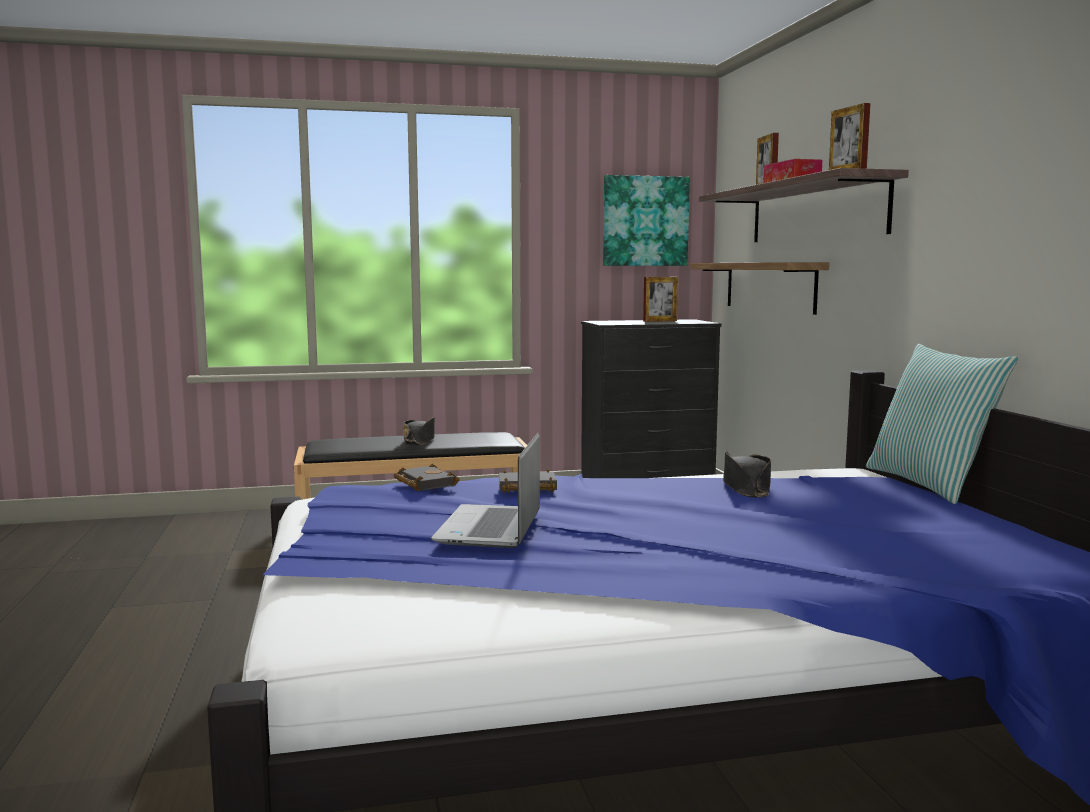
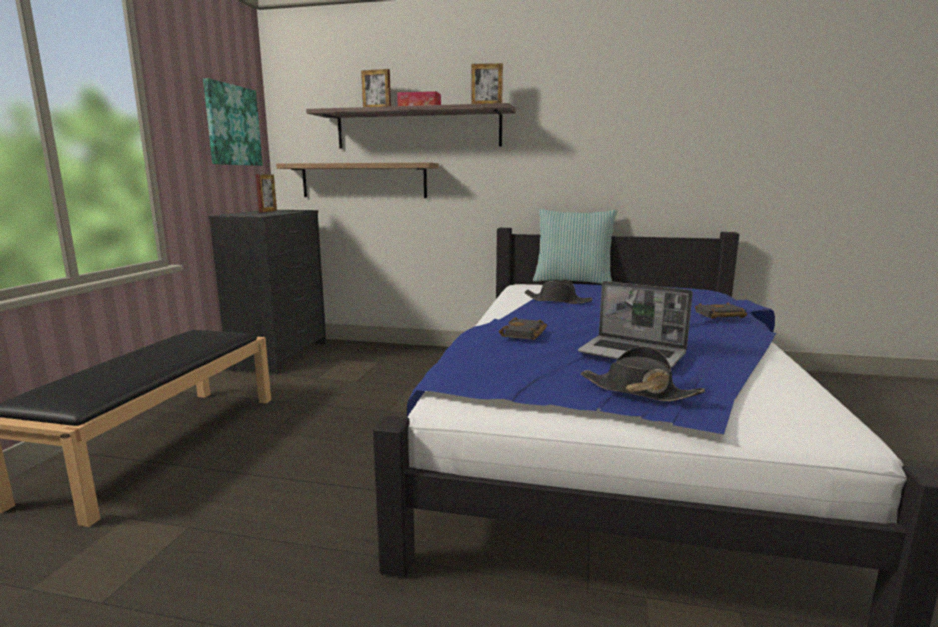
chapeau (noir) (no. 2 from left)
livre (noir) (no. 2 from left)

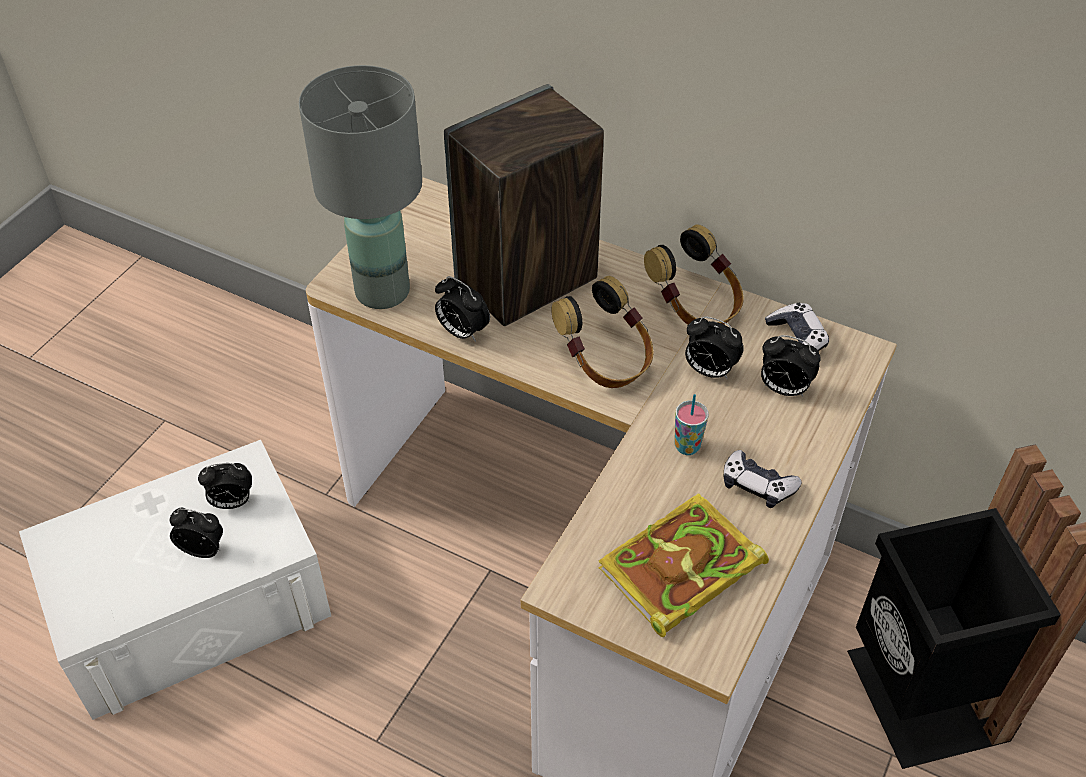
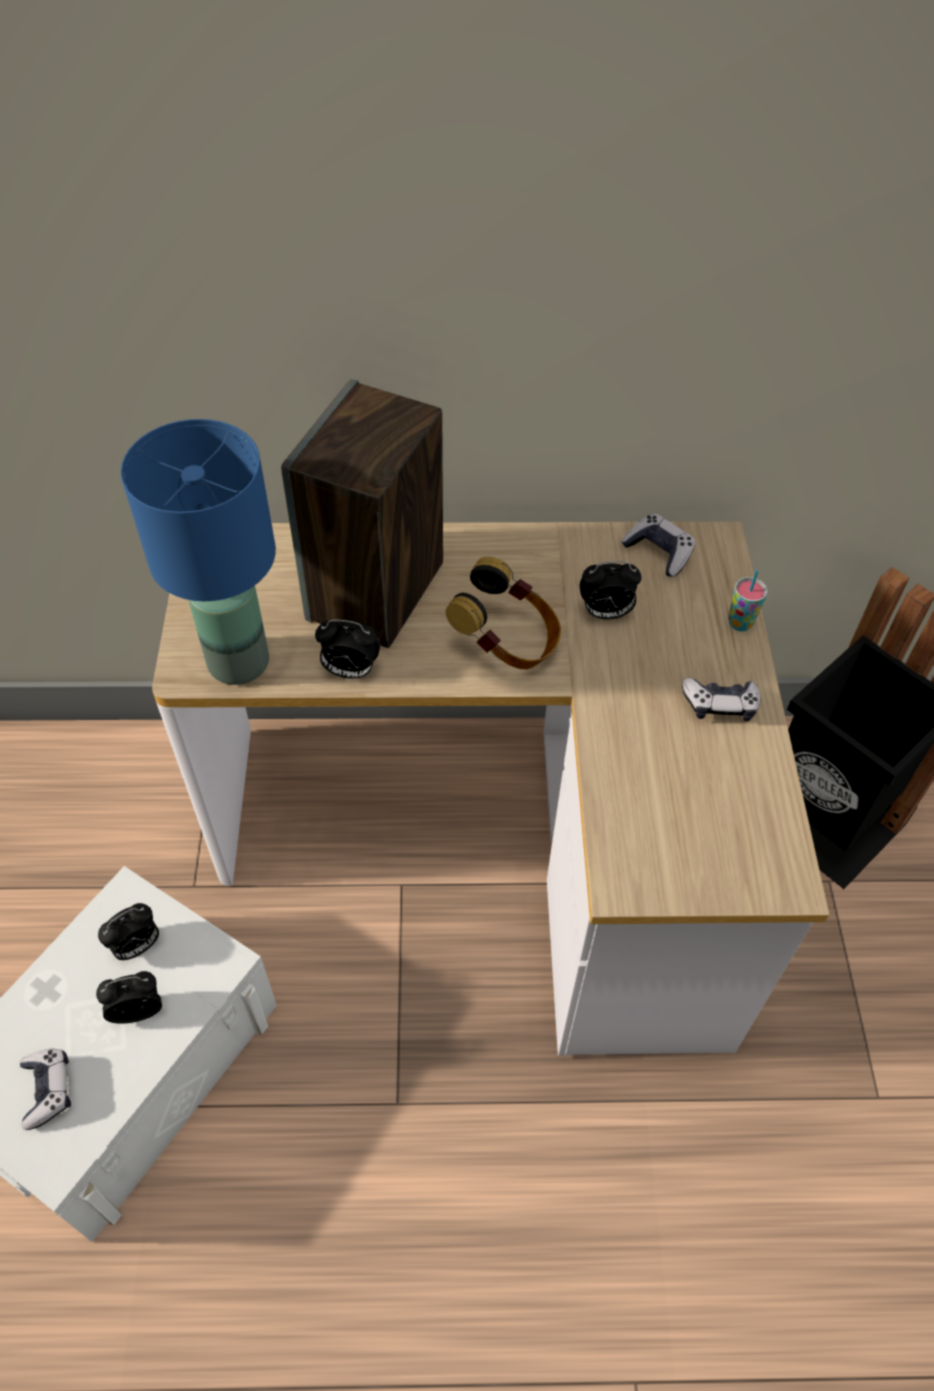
manette (no. 1 from left)
lampe de table (bleu)
tasse
livre
casque audio (no. 2 from left in the first image)
réveil (no. 5 from left in the first image)

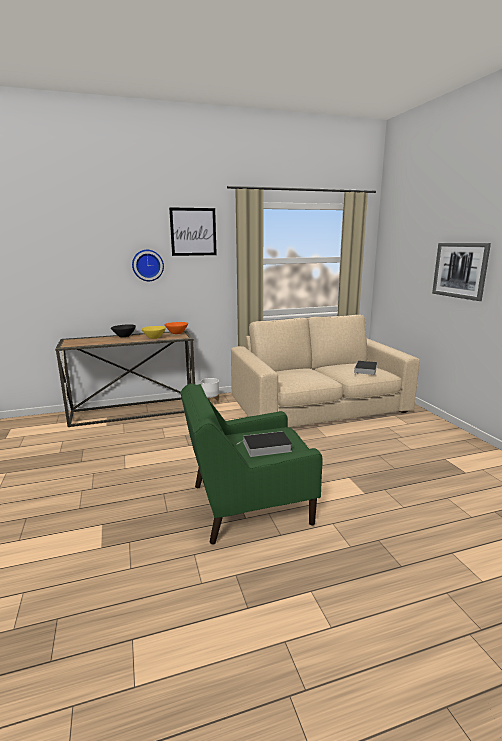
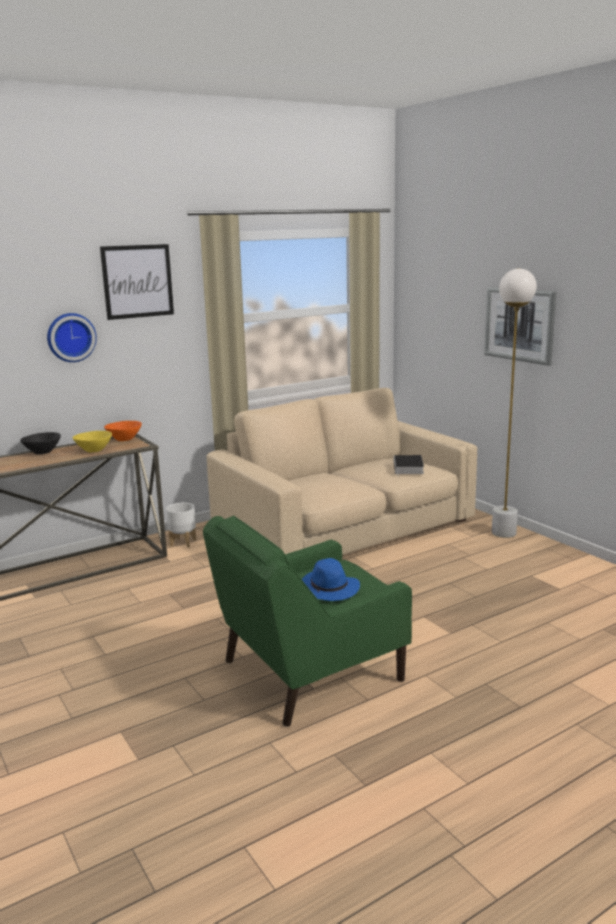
chapeau (bleu)
lampadaire (blanc)

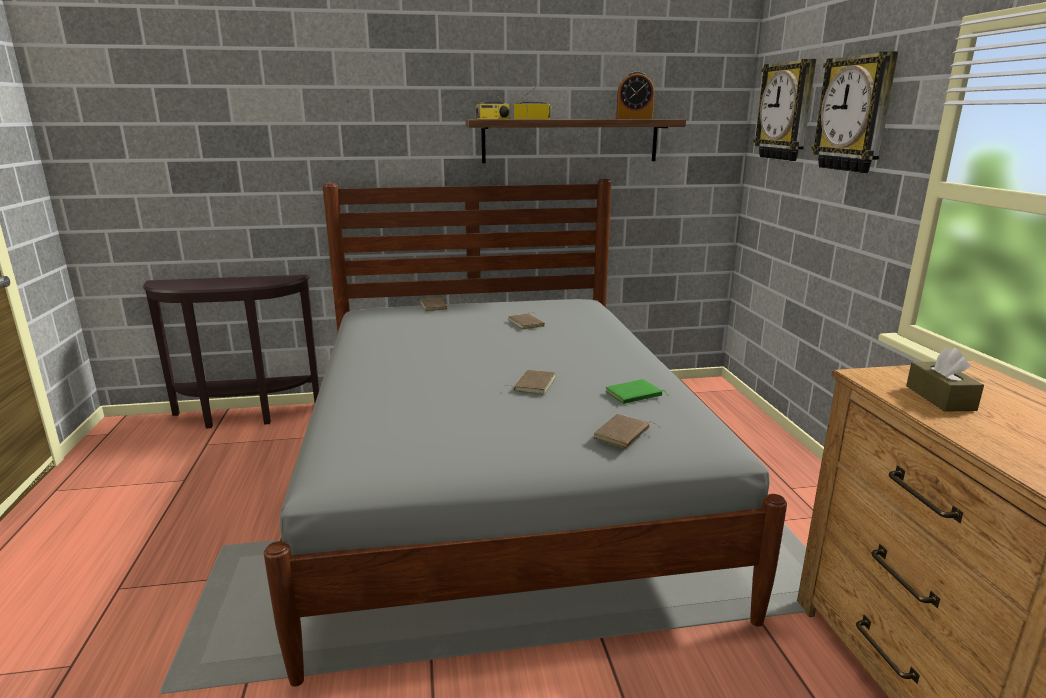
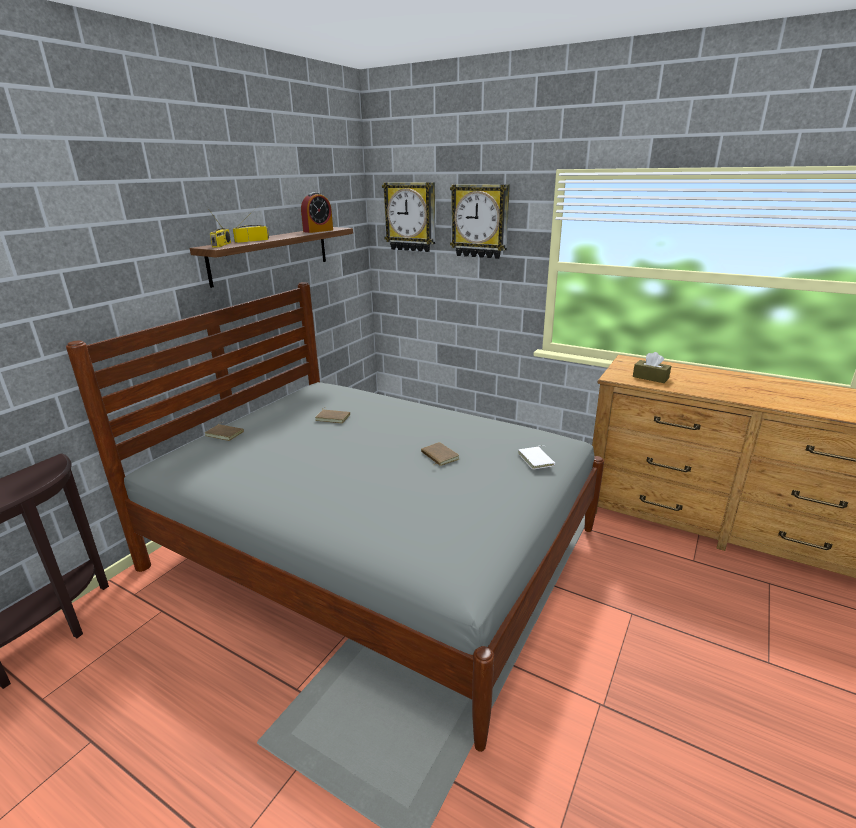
livre (blanc)
livre (vert)

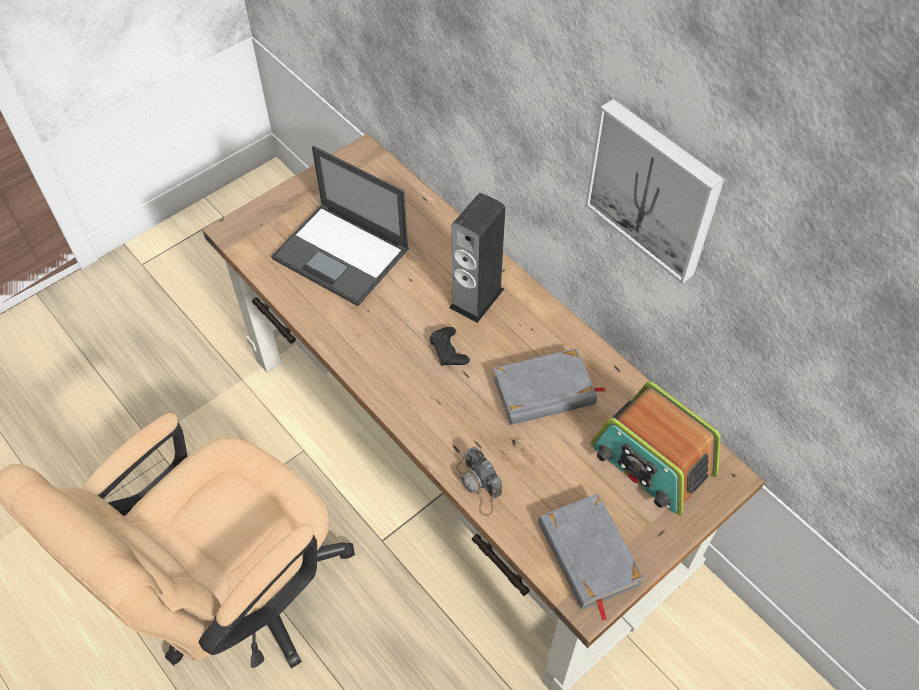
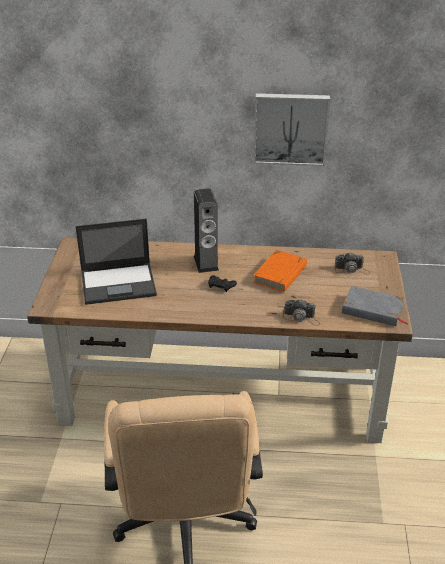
livre (orange)
appareil photo (no. 2 from left)

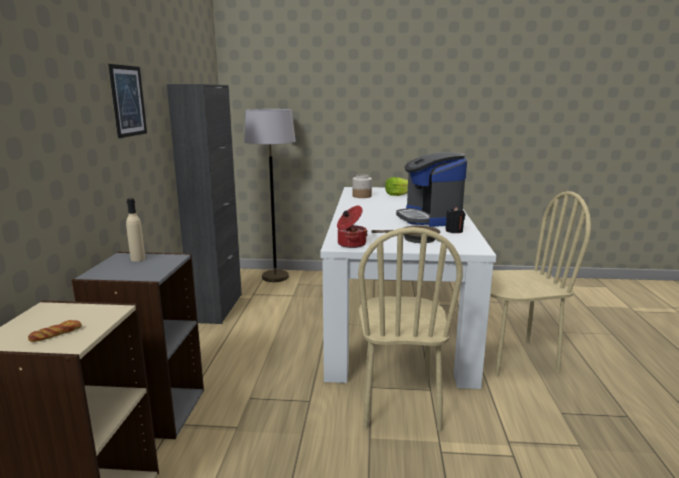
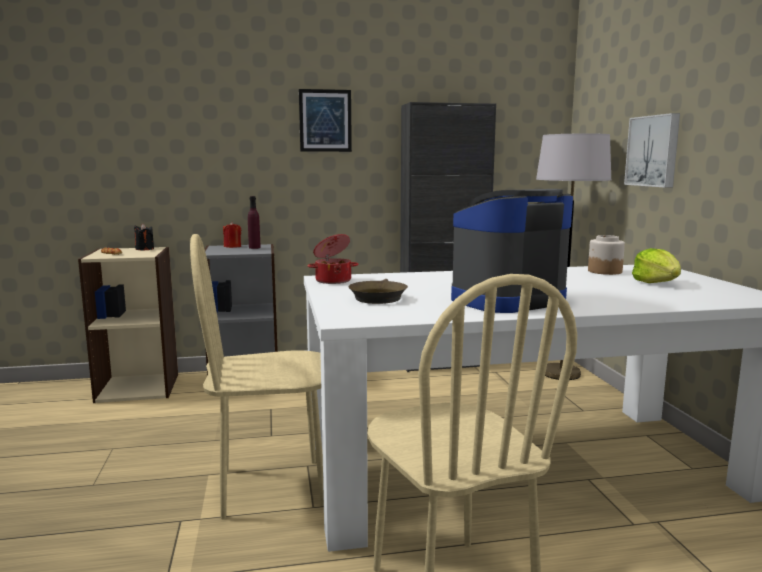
bougie (noir)
bougie (rouge)
bouteille (violet)
tableau (no. 2 from left)

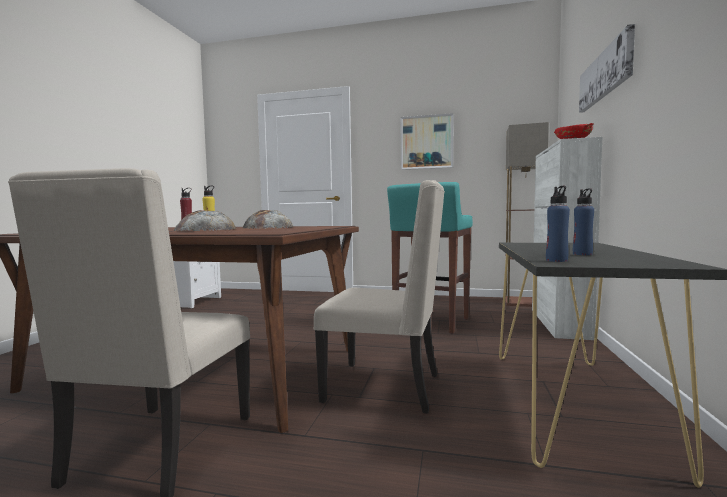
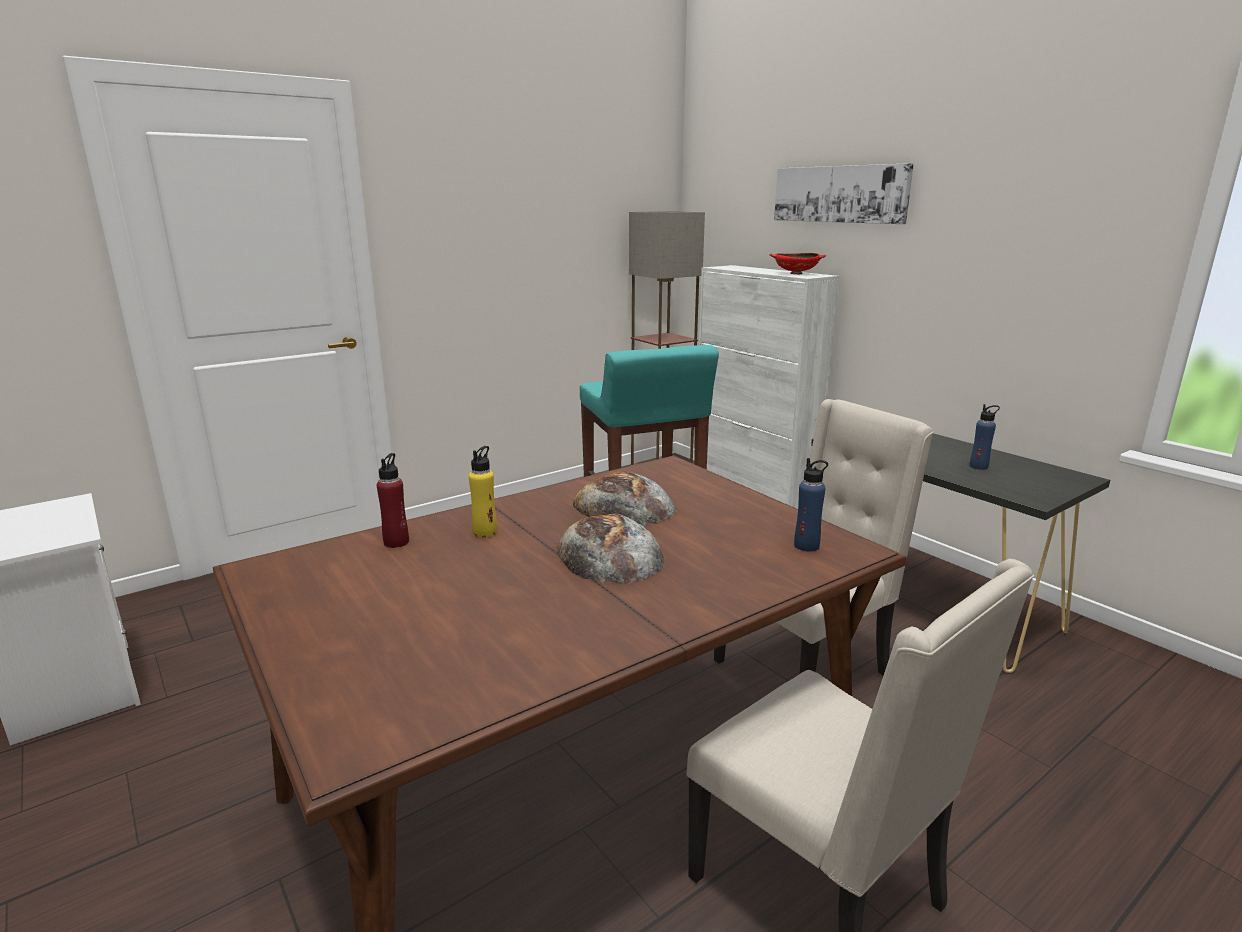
bouteille (bleu) (no. 1 from left)
tableau (no. 1 from left in the first image)

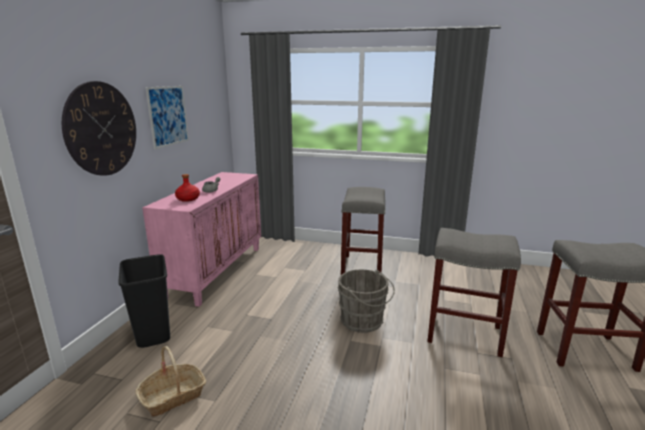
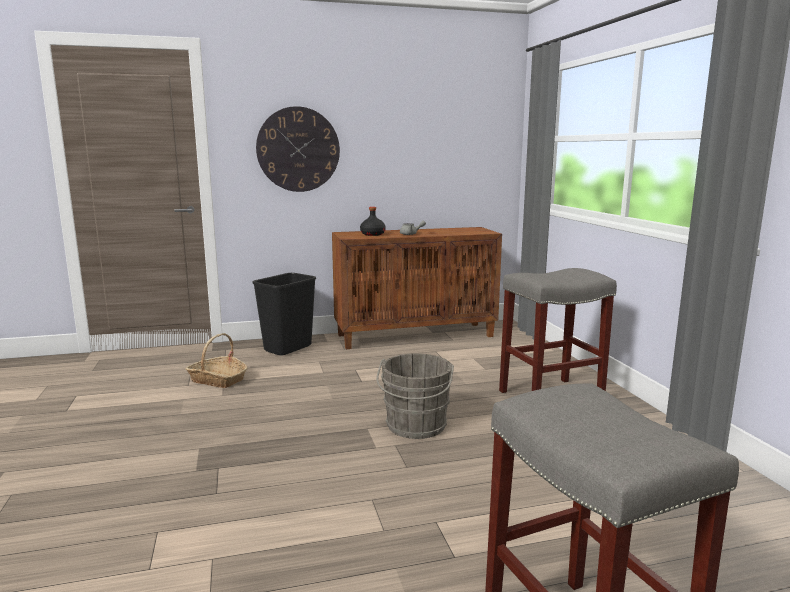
meuble de rangement (marron)
bouteille (noir)
tableau
tabouret (gris) (no. 2 from left in the first image)

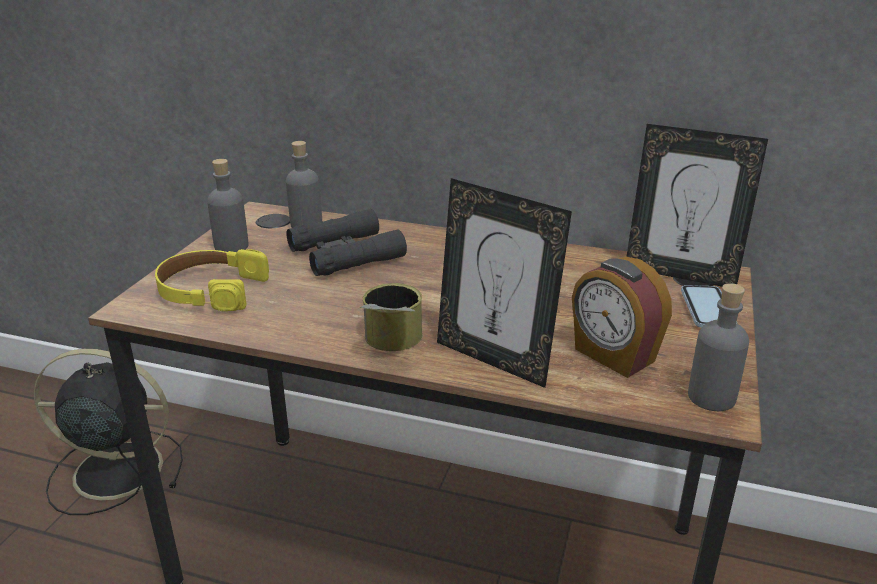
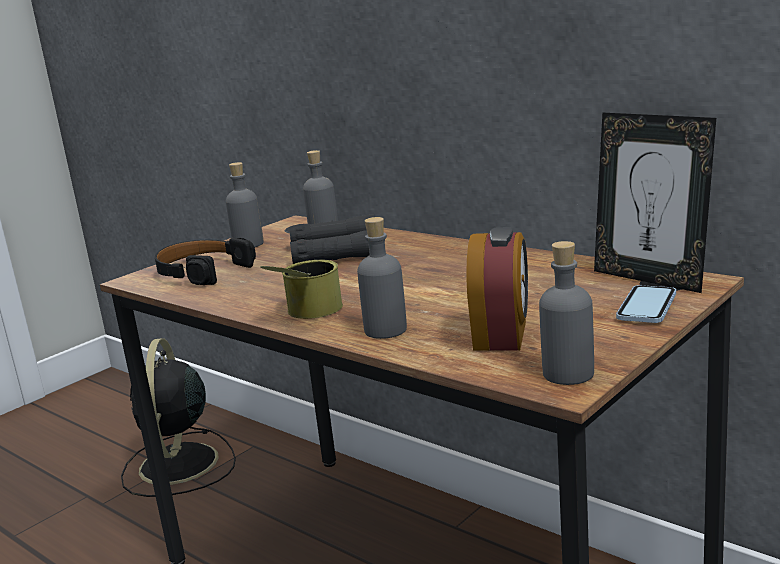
ventilateur (noir)
casque audio (noir)
bouteille (gris) (no. 3 from left)
réveil

